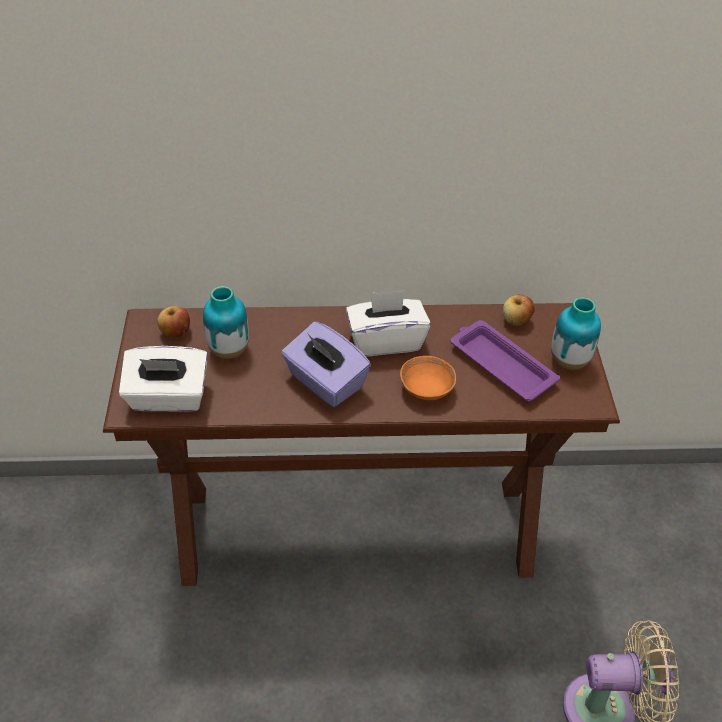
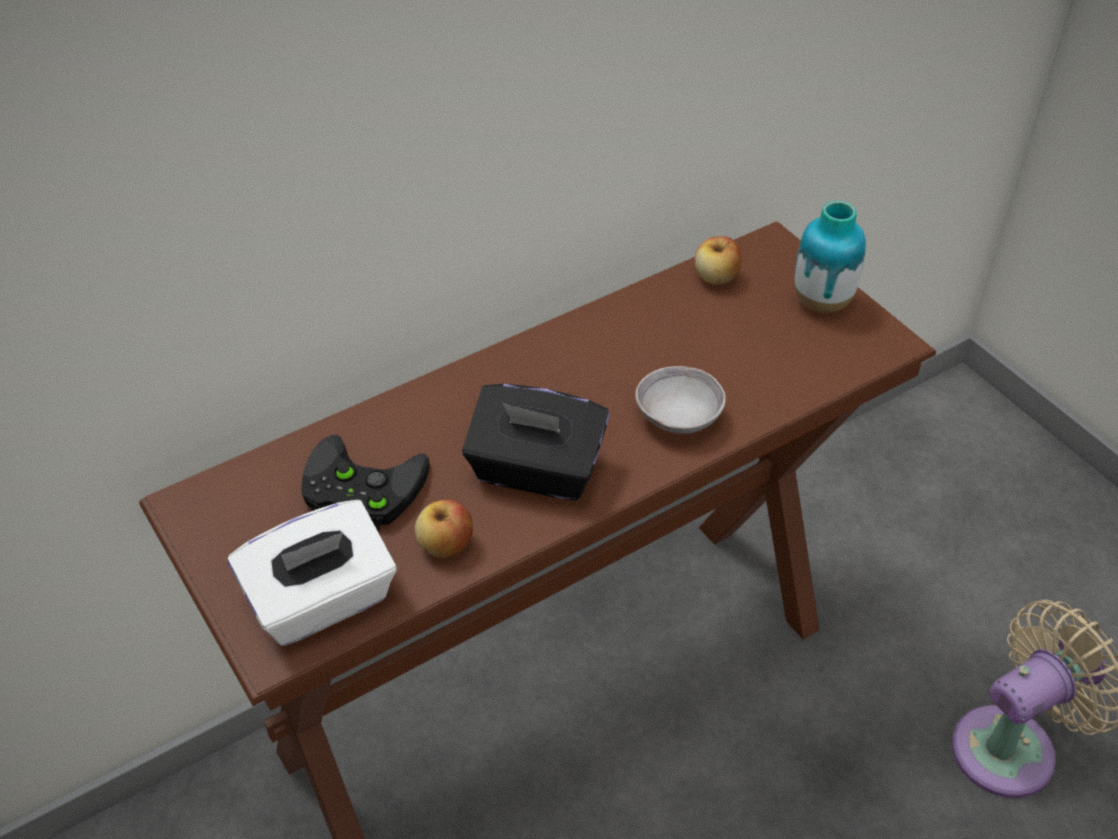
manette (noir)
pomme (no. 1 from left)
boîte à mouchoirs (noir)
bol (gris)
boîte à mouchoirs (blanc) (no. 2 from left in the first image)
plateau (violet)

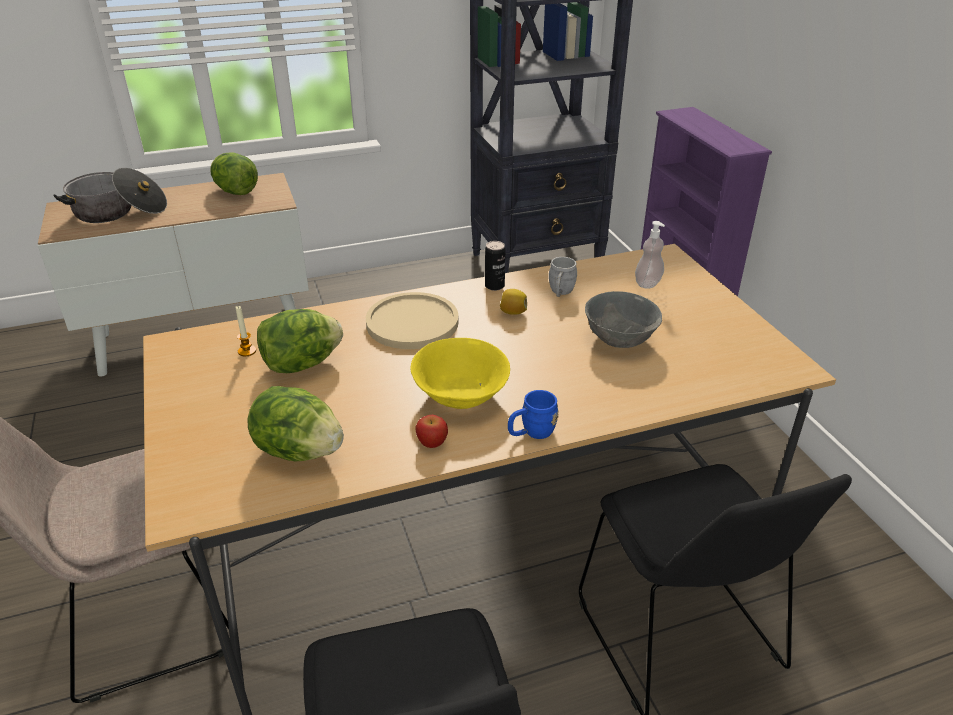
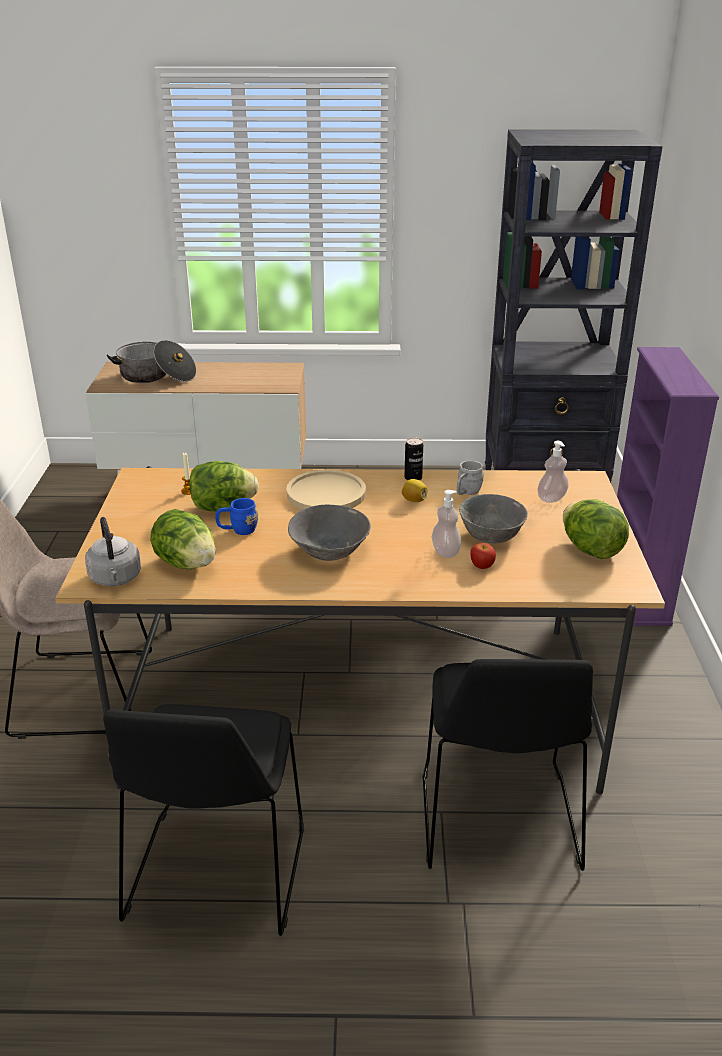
bouilloire (gris)
mug (bleu)
bol (gris) (no. 1 from left)
distributeur de savon (no. 1 from left)
pomme
laitue (no. 3 from left)

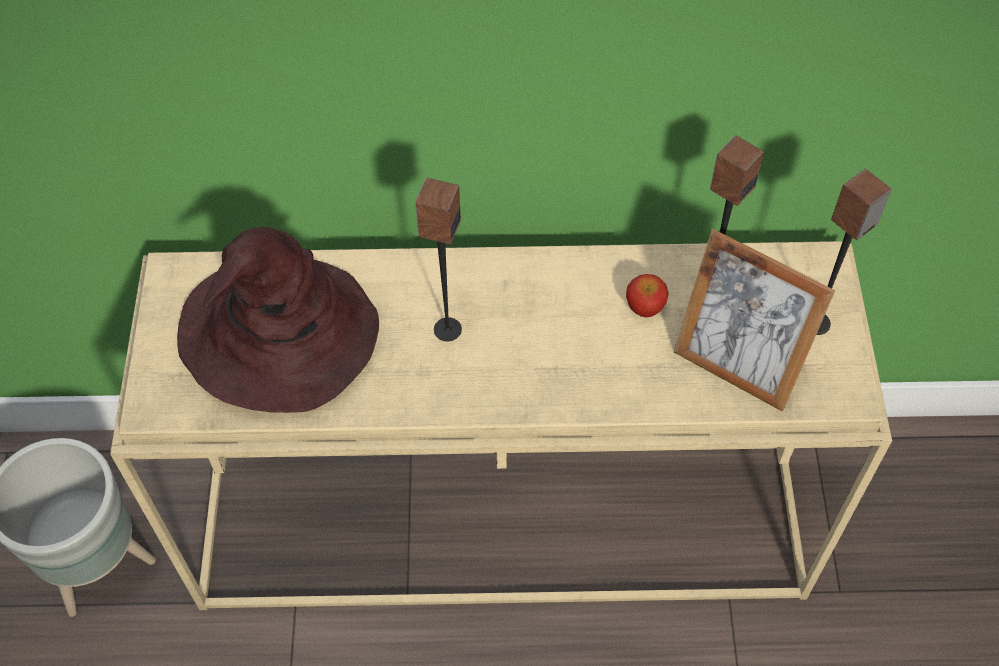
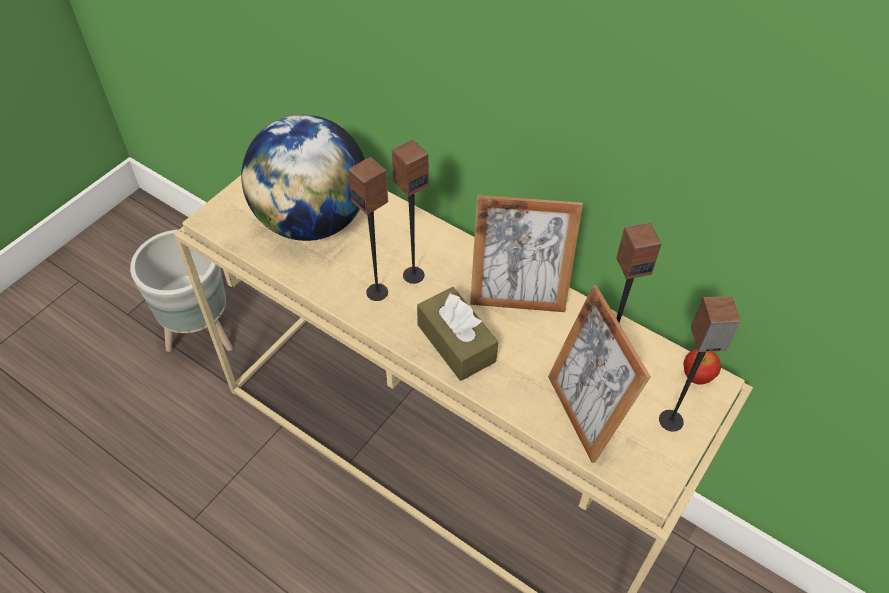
globe
enceinte (no. 1 from left)
boîte à mouchoirs (marron)
cadre photo (no. 1 from left)
pomme

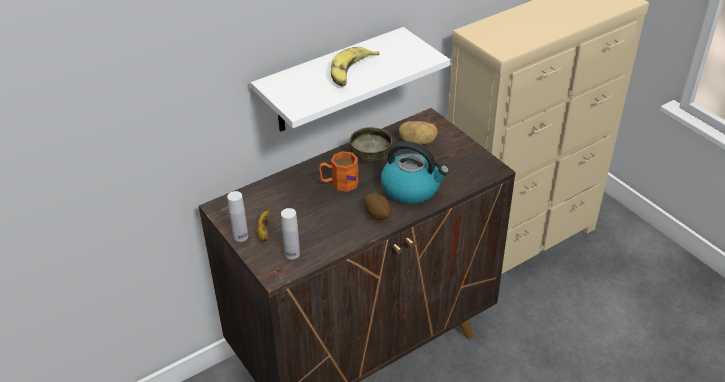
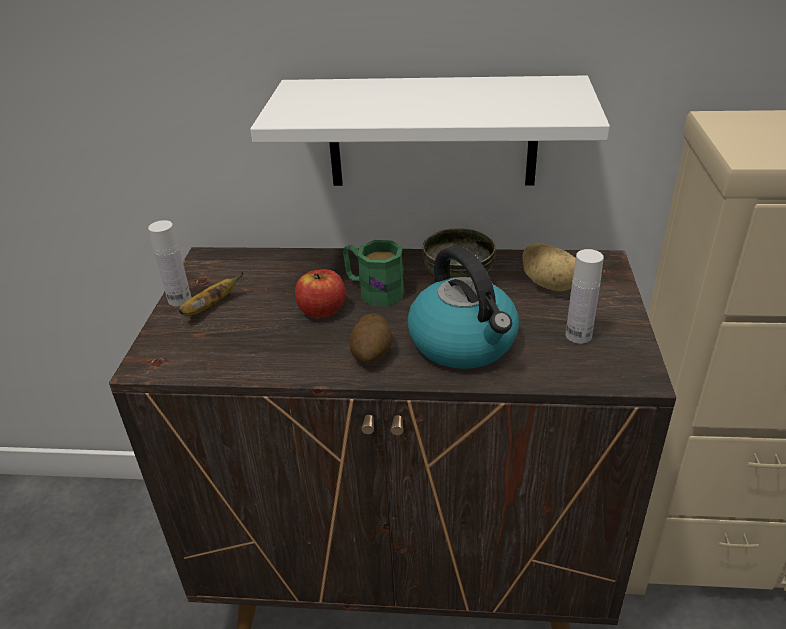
pomme
mug (vert)
bouteille (blanc) (no. 2 from left)
banane (no. 2 from left in the first image)

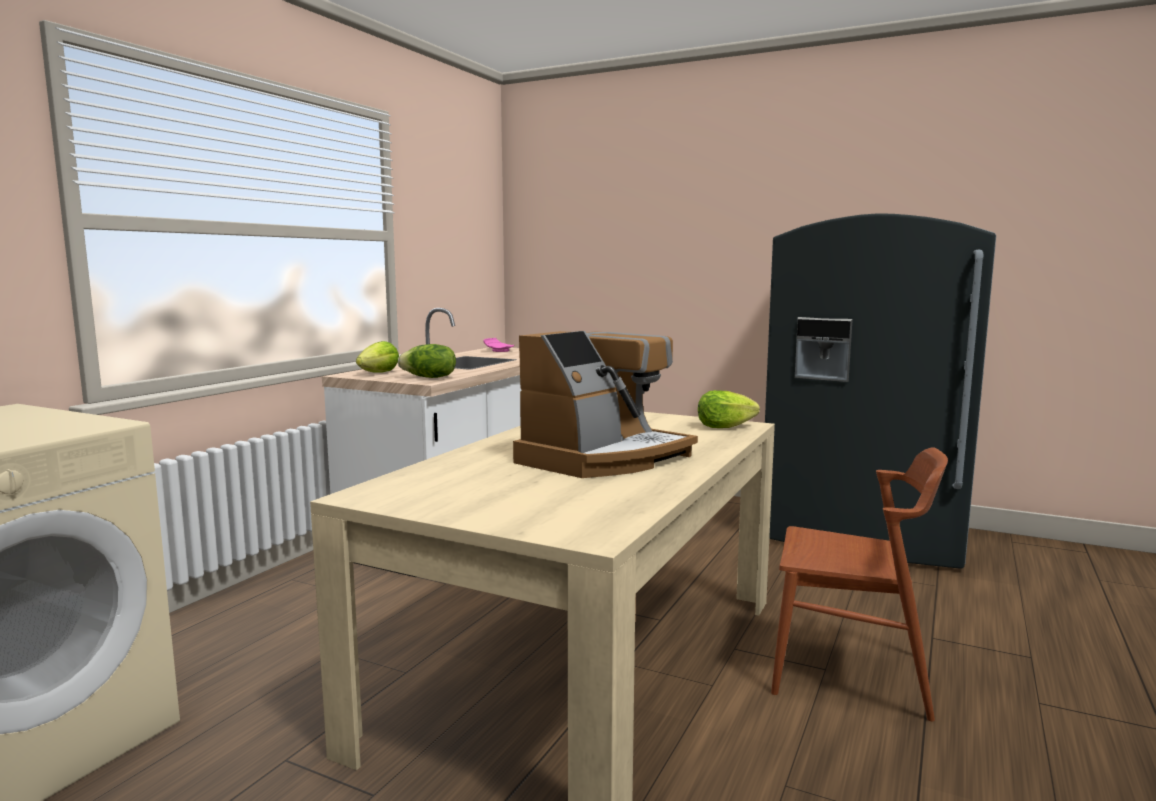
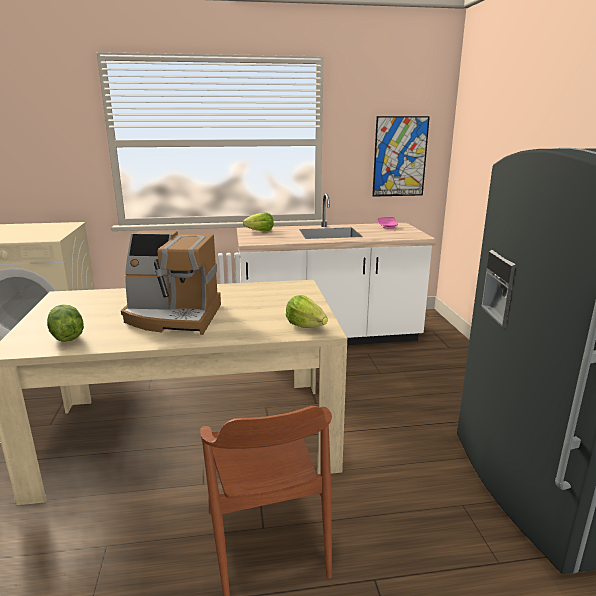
laitue (no. 1 from left)
tableau

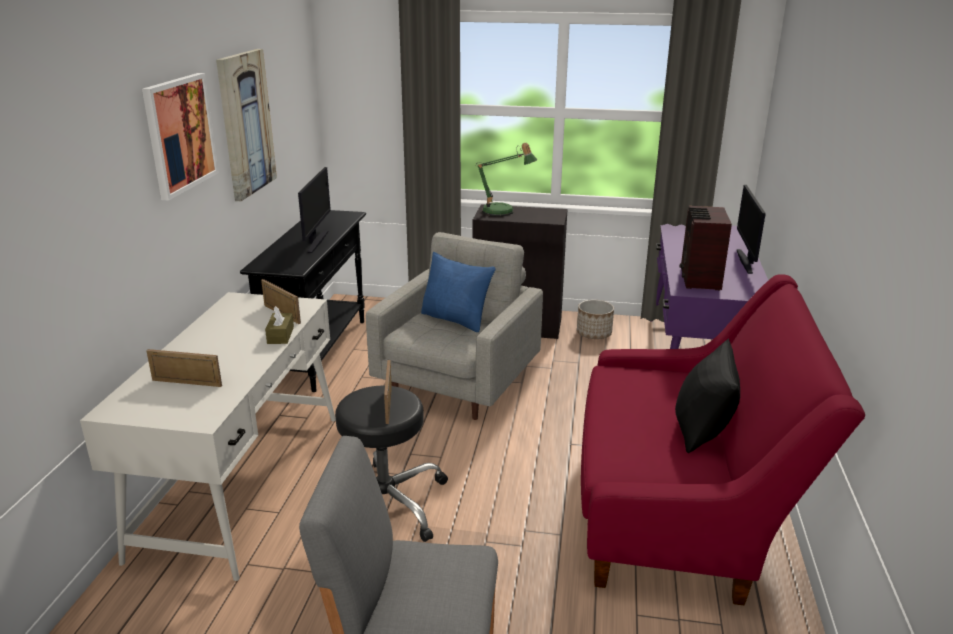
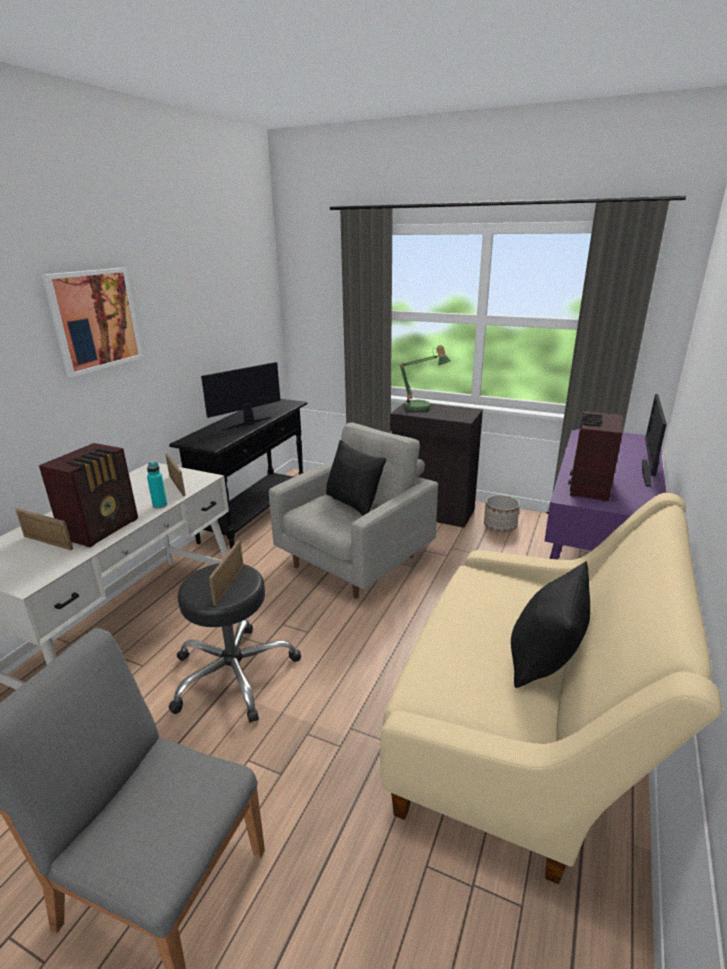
radio (no. 1 from left)
bouteille (turquoise)
écran d'ordinateur (no. 1 from left)
coussin (noir) (no. 1 from left)
canapé (beige)
tableau (no. 2 from left in the first image)

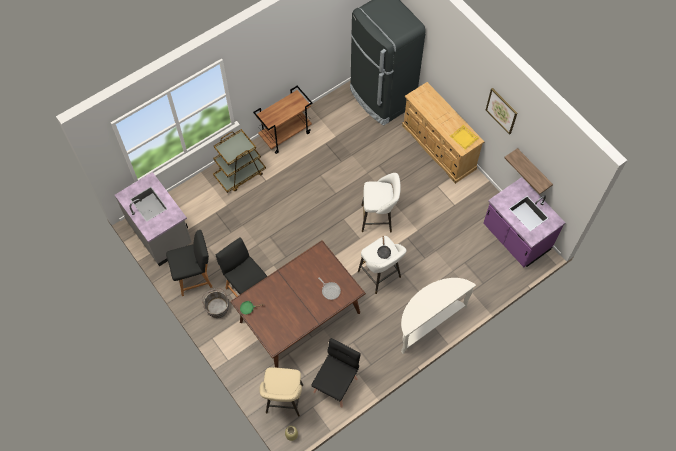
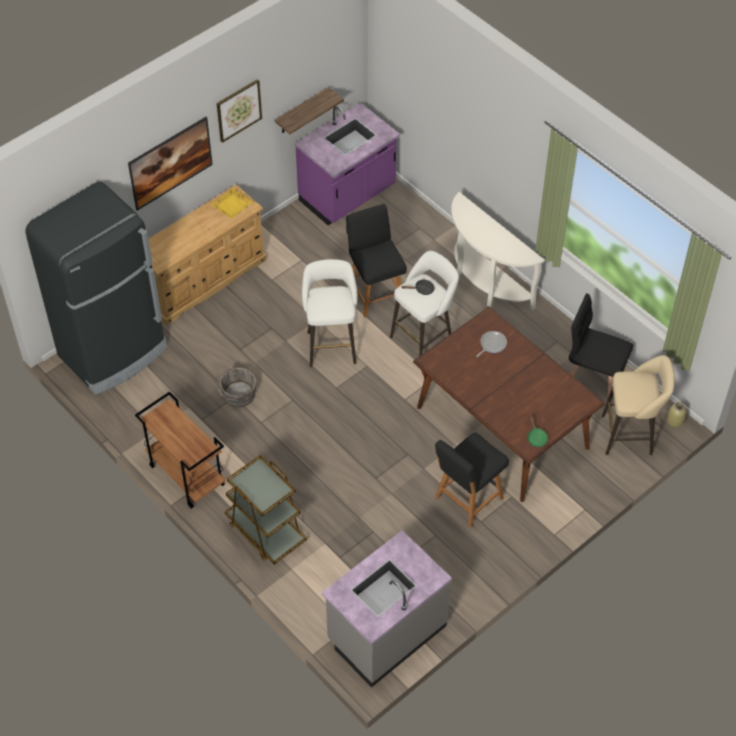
tableau (no. 1 from left)
seau (gris)
chaise (noir) (no. 1 from left)

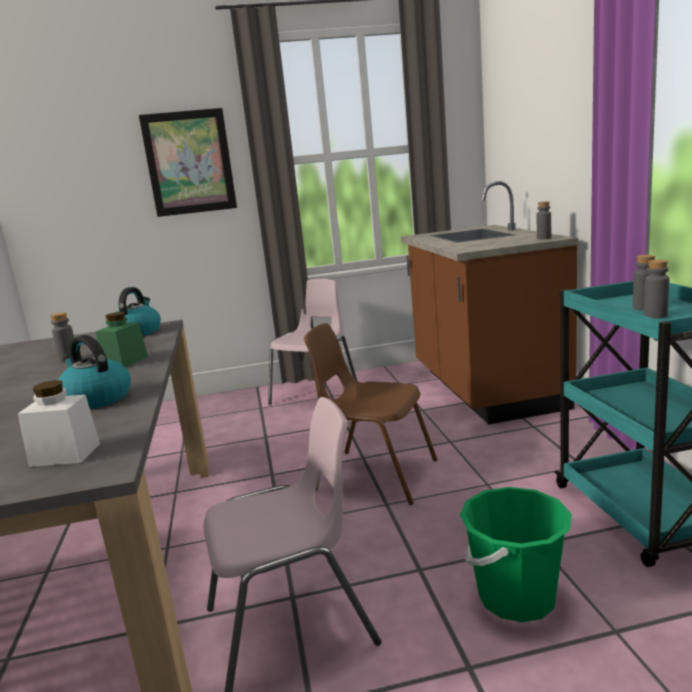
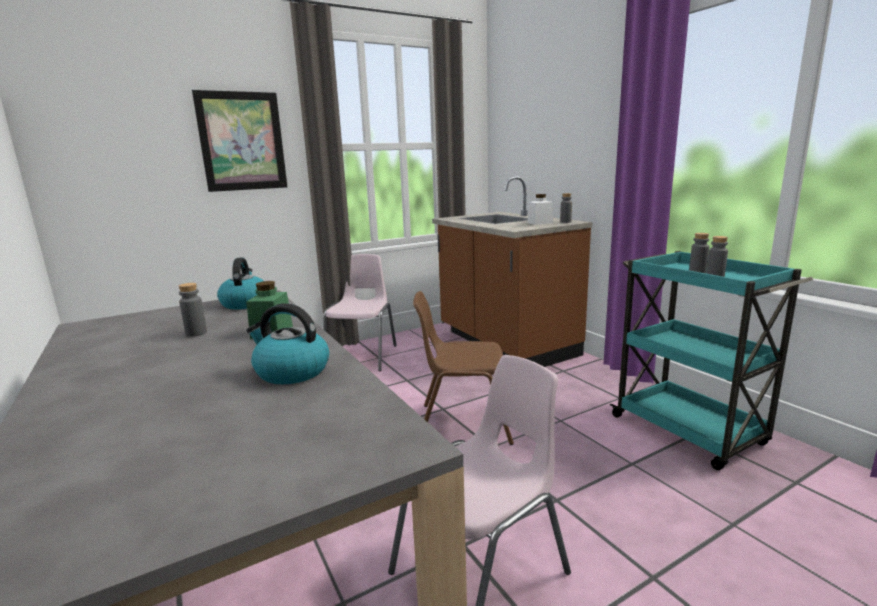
bocal (blanc)
seau (vert)

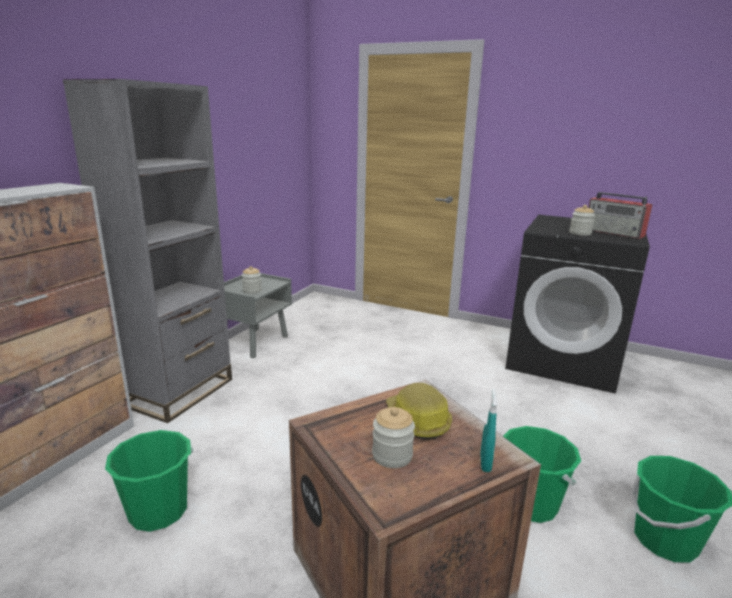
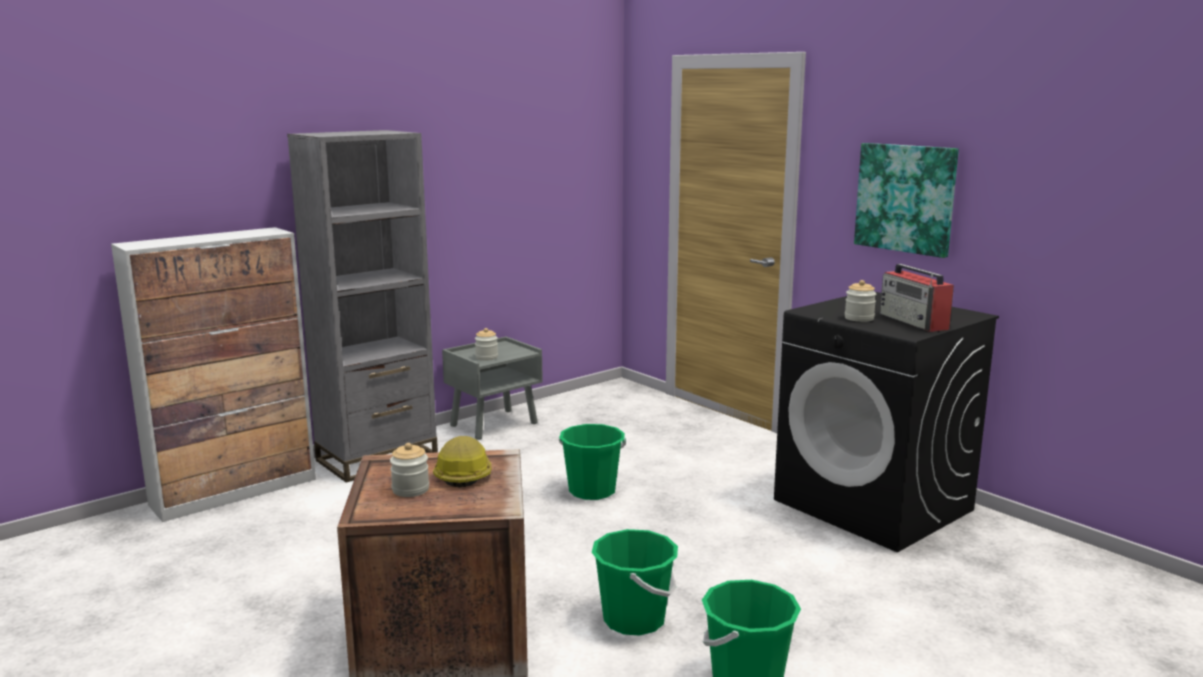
seau (vert) (no. 1 from left)
tableau
vaporisateur (turquoise)

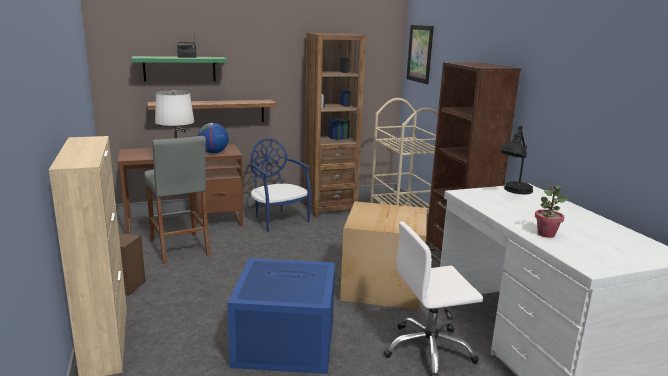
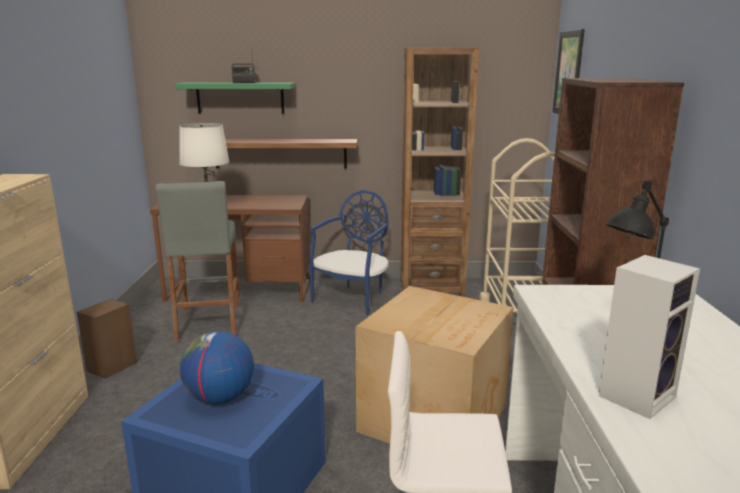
globe
chaise (bleu)
enceinte (no. 2 from left)

